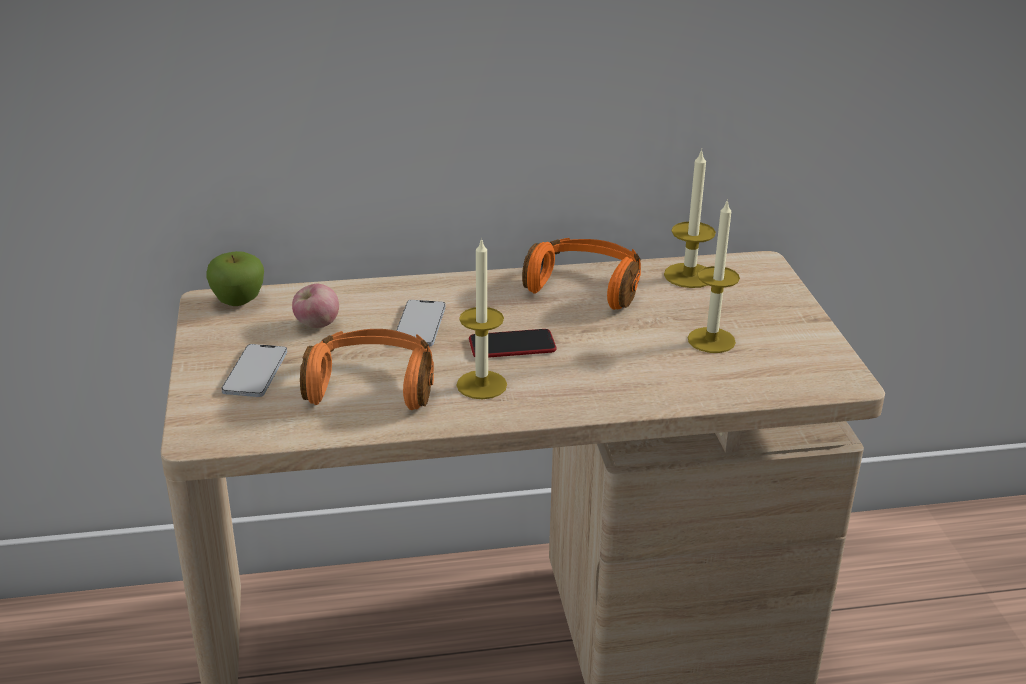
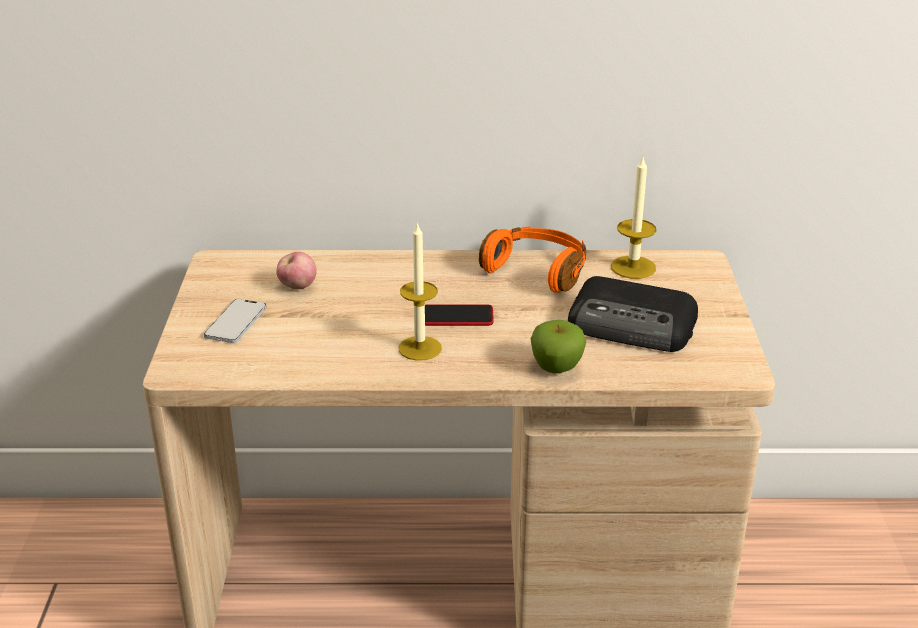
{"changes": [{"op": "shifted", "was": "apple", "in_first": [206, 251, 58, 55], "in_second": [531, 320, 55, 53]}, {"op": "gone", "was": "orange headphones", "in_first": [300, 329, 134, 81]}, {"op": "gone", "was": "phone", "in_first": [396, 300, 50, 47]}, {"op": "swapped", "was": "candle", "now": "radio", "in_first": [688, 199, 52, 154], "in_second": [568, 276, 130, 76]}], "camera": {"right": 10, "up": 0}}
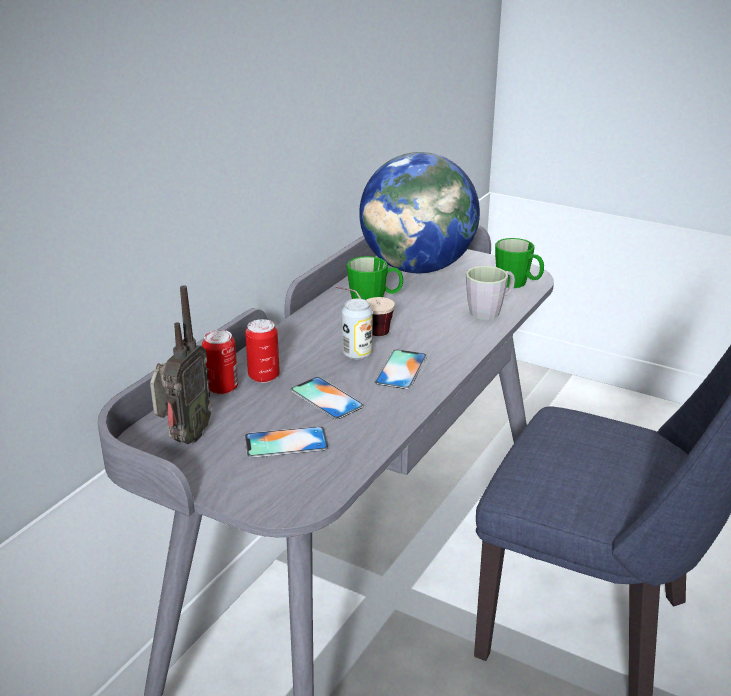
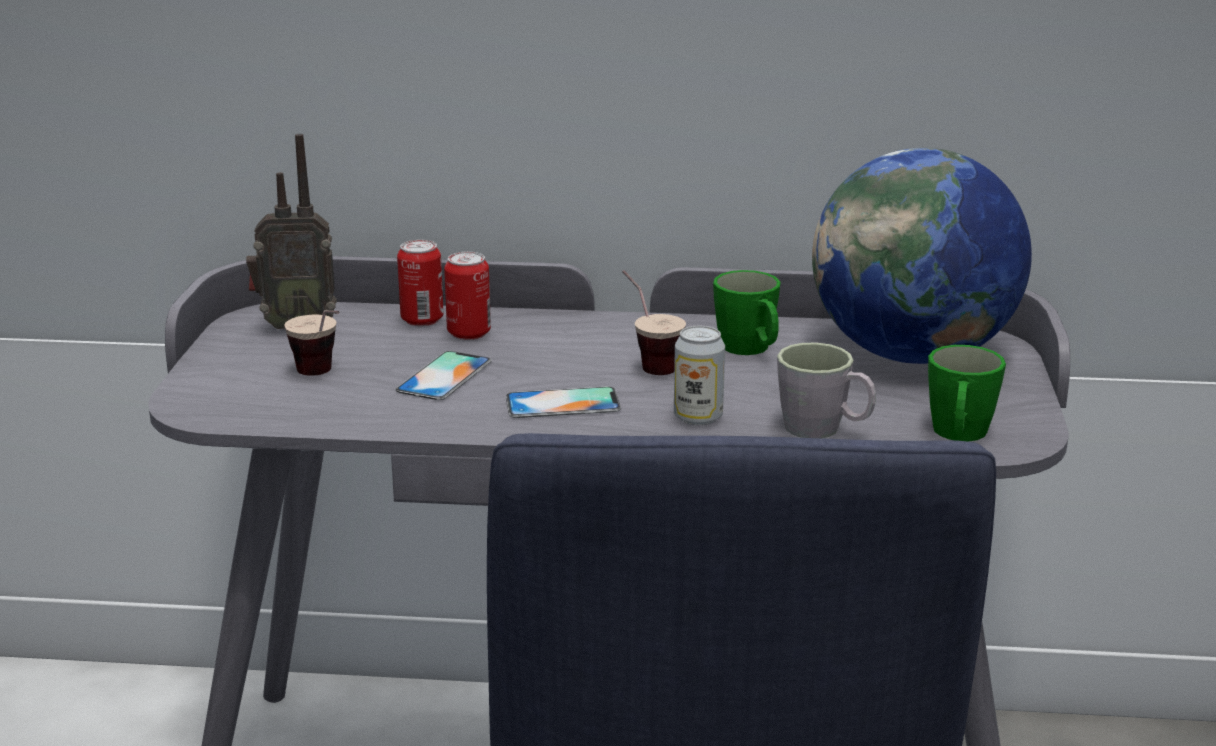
{"changes": [{"op": "swapped", "was": "phone", "now": "cup", "in_first": [244, 426, 85, 32], "in_second": [284, 310, 56, 66]}, {"op": "shifted", "was": "can", "in_first": [342, 299, 31, 60], "in_second": [674, 326, 51, 99]}], "camera": {"right": 65, "up": -5}}
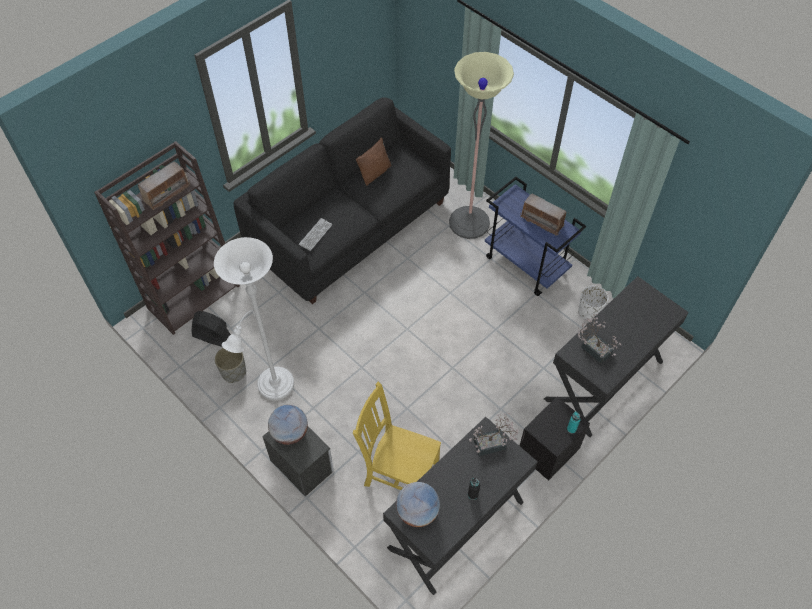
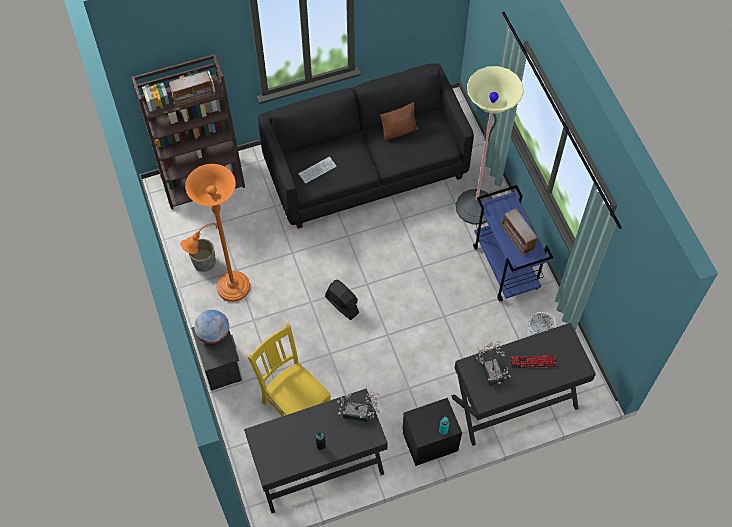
{"changes": [{"op": "shifted", "was": "black fan", "in_first": [192, 311, 39, 36], "in_second": [325, 280, 35, 40]}, {"op": "repainted", "was": "white floor lamp", "now": "orange floor lamp", "in_first": [214, 237, 80, 163], "in_second": [180, 164, 70, 138]}, {"op": "gone", "was": "globe", "in_first": [396, 482, 44, 45]}, {"op": "new", "now": "keyboard", "in_second": [510, 355, 47, 13]}], "camera": {"right": 25, "up": 5}}
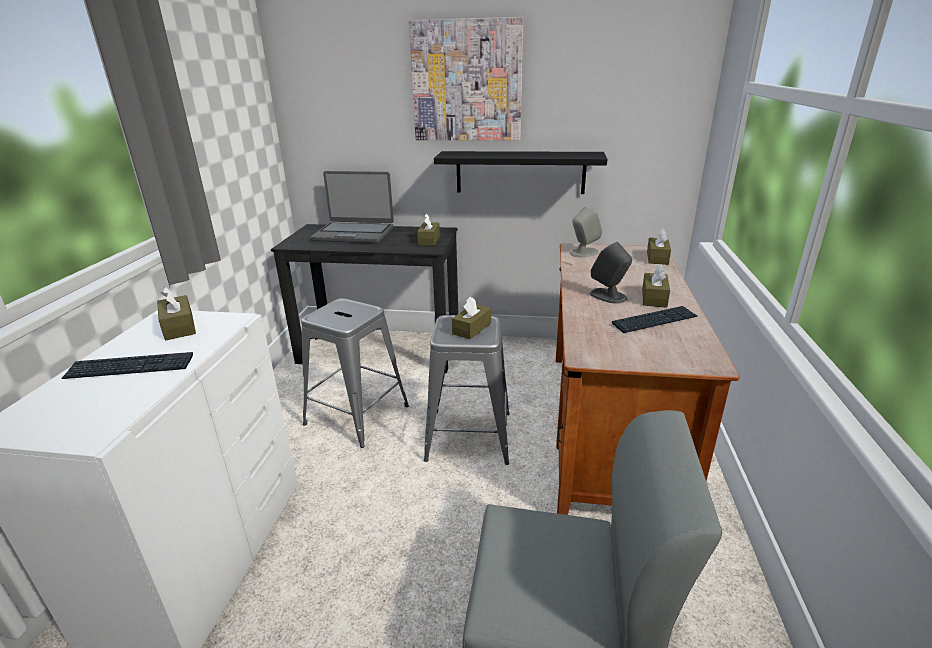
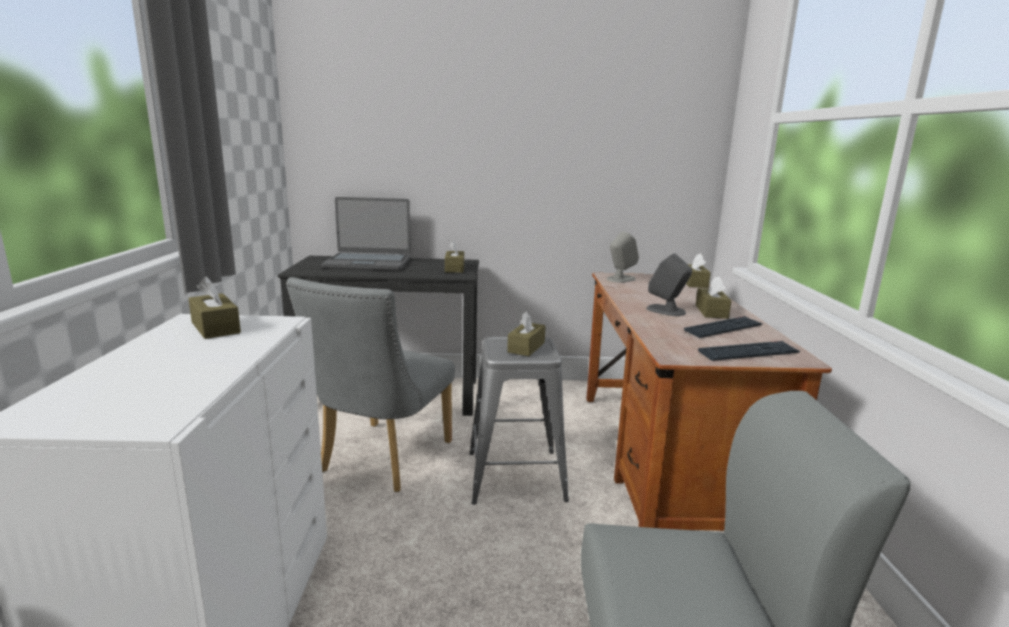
{"changes": [{"op": "shifted", "was": "keyboard", "in_first": [62, 352, 131, 27], "in_second": [698, 341, 102, 20]}, {"op": "swapped", "was": "grey stool", "now": "grey chair", "in_first": [301, 298, 108, 150], "in_second": [286, 277, 169, 215]}, {"op": "gone", "was": "picture", "in_first": [409, 17, 115, 123]}, {"op": "gone", "was": "black shelf", "in_first": [434, 151, 173, 43]}], "camera": {"right": -10, "up": -10}}
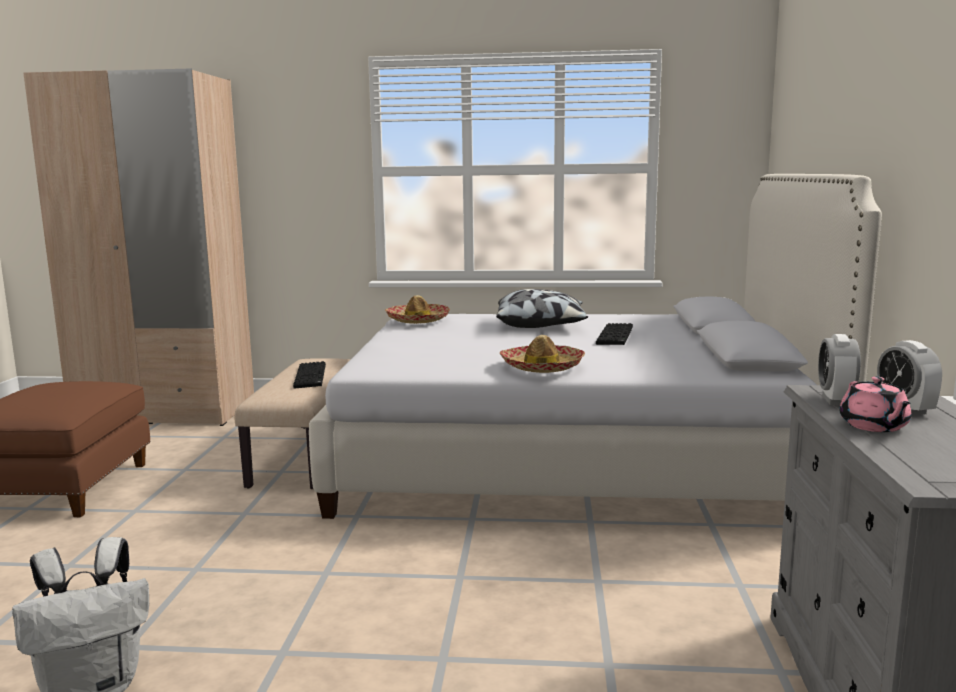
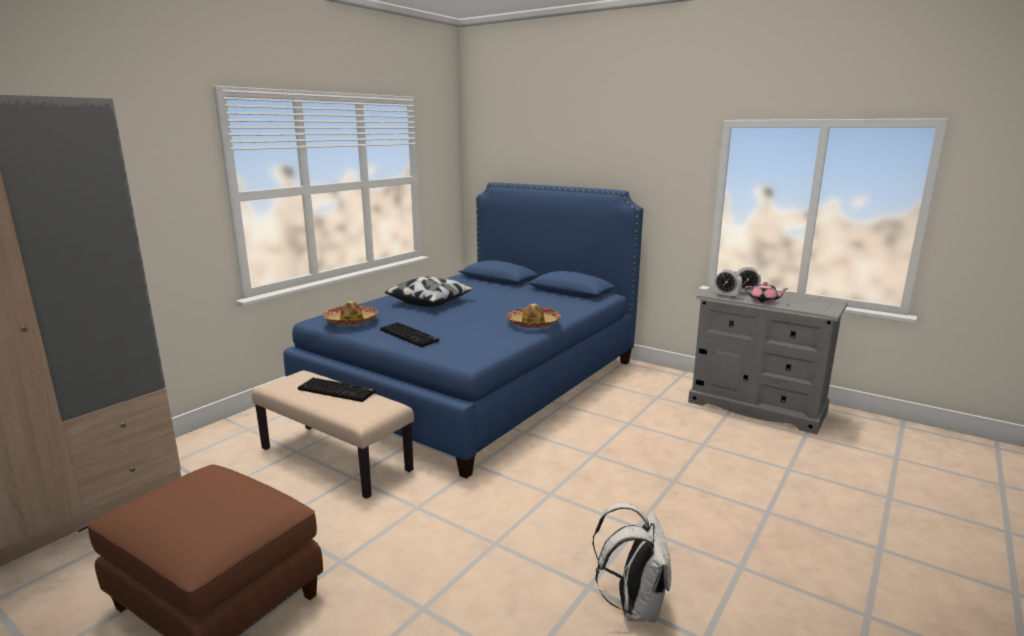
{"changes": [{"op": "repainted", "was": "white bed", "now": "blue bed", "in_first": [309, 174, 573, 345], "in_second": [284, 182, 359, 297]}, {"op": "shifted", "was": "keyboard", "in_first": [596, 323, 37, 22], "in_second": [380, 322, 59, 25]}], "camera": {"right": -60, "up": 5}}
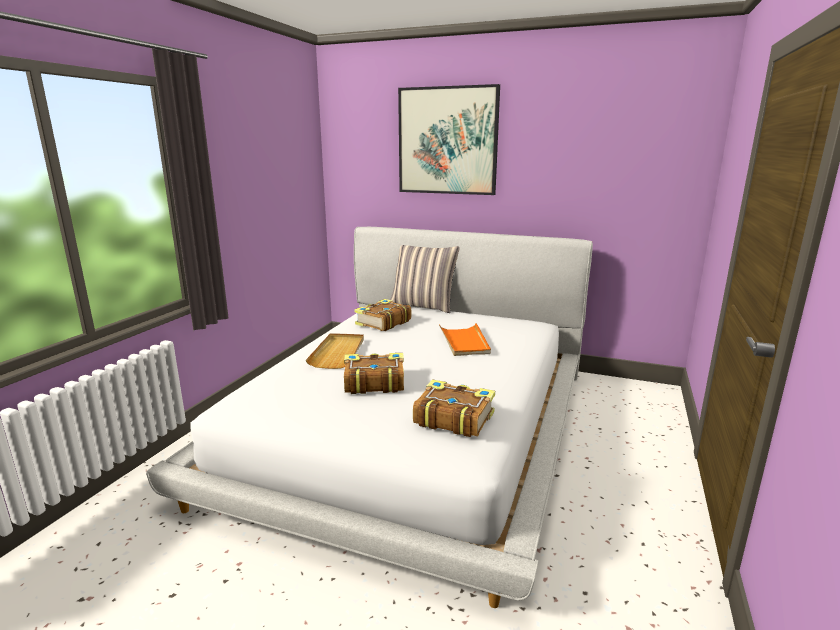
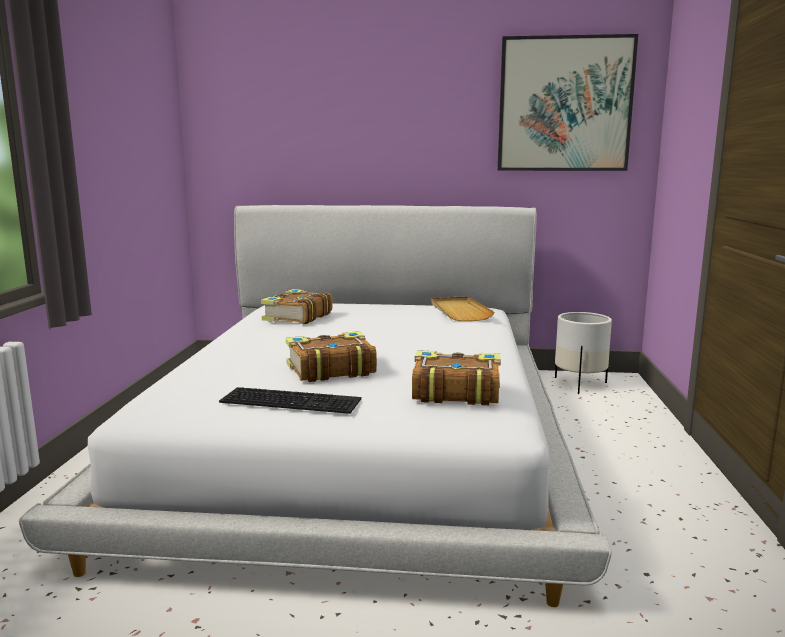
{"changes": [{"op": "shifted", "was": "beige tray", "in_first": [306, 333, 58, 36], "in_second": [432, 296, 63, 25]}, {"op": "gone", "was": "pillow", "in_first": [390, 245, 70, 68]}, {"op": "shifted", "was": "picture", "in_first": [398, 84, 102, 111], "in_second": [498, 34, 140, 137]}, {"op": "gone", "was": "orange tray", "in_first": [439, 323, 52, 33]}, {"op": "new", "now": "keyboard", "in_second": [219, 387, 143, 27]}, {"op": "new", "now": "white planter", "in_second": [555, 312, 57, 82]}], "camera": {"right": -15, "up": -5}}
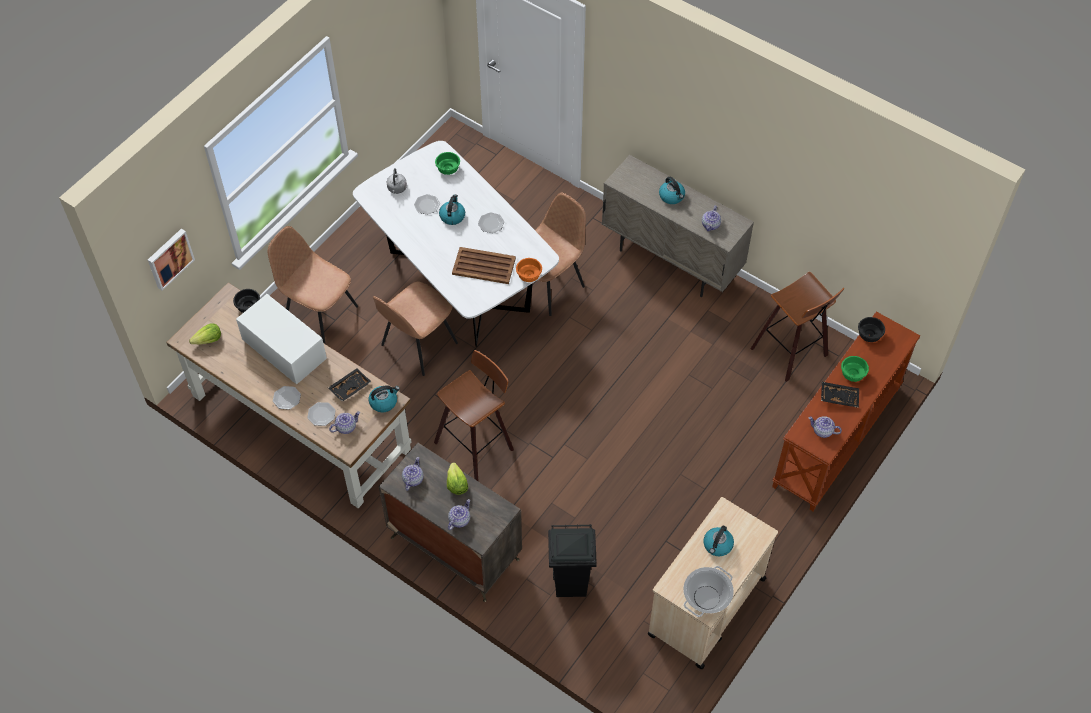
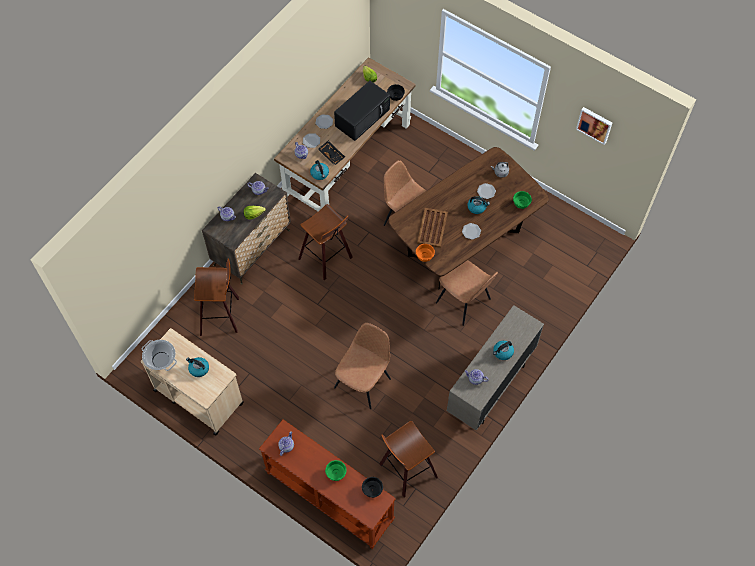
{"changes": [{"op": "shifted", "was": "picture", "in_first": [148, 229, 47, 62], "in_second": [576, 107, 36, 38]}, {"op": "repainted", "was": "white microwave", "now": "black microwave", "in_first": [236, 294, 91, 90], "in_second": [334, 81, 56, 60]}, {"op": "shifted", "was": "brown chair", "in_first": [268, 226, 90, 118], "in_second": [334, 323, 57, 86]}, {"op": "repainted", "was": "white dining table", "now": "brown dining table", "in_first": [353, 141, 206, 206], "in_second": [388, 147, 161, 141]}, {"op": "swapped", "was": "black trash can", "now": "stool", "in_first": [548, 525, 49, 72], "in_second": [194, 259, 45, 77]}, {"op": "gone", "was": "black tray", "in_first": [821, 382, 38, 26]}], "camera": {"right": 90, "up": 5}}
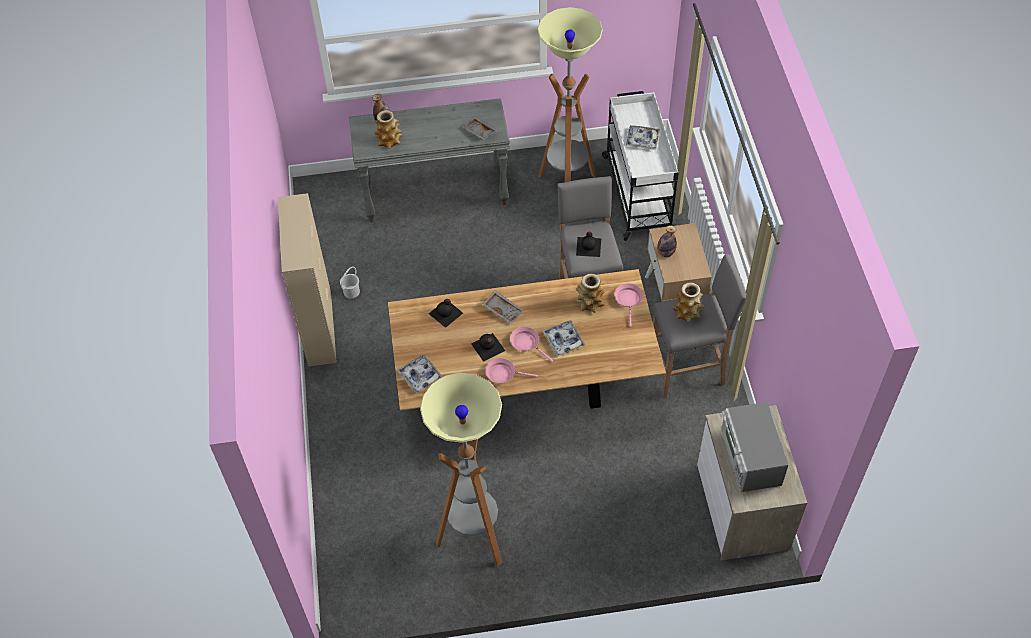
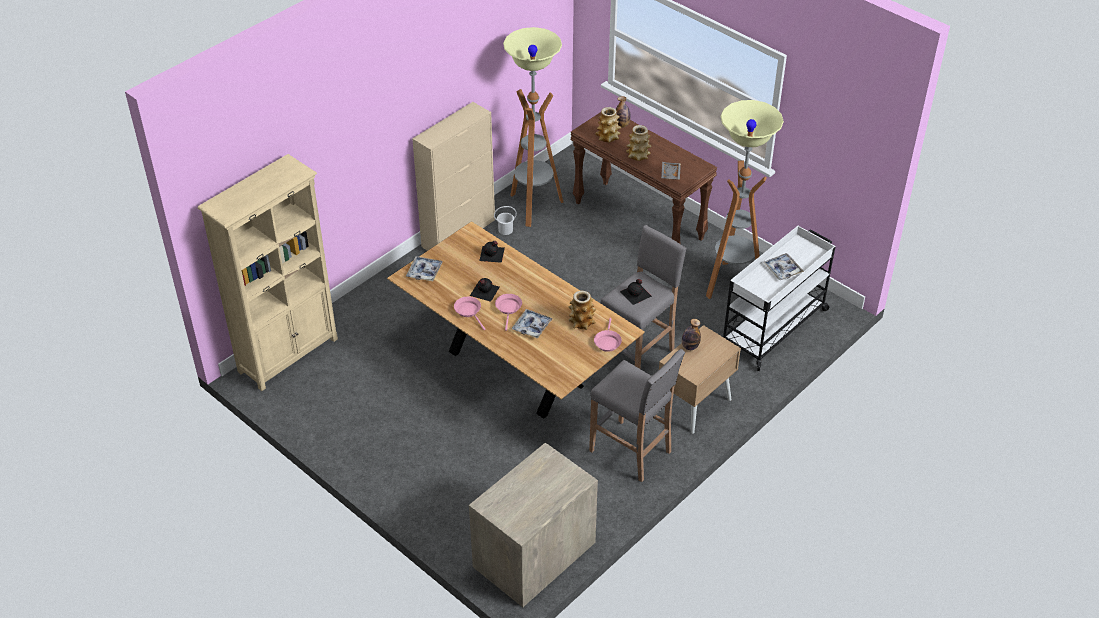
{"changes": [{"op": "repainted", "was": "grey console table", "now": "brown console table", "in_first": [349, 98, 161, 124], "in_second": [570, 112, 147, 132]}, {"op": "shifted", "was": "floor lamp", "in_first": [420, 373, 83, 194], "in_second": [503, 27, 60, 200]}, {"op": "gone", "was": "grey tray", "in_first": [482, 291, 41, 33]}, {"op": "rotated", "was": "pink frying pan", "in_first": [614, 283, 29, 44], "in_second": [594, 318, 28, 34], "clockwise": 135}, {"op": "shifted", "was": "vase", "in_first": [672, 283, 32, 40], "in_second": [626, 125, 26, 36]}, {"op": "gone", "was": "microwave", "in_first": [721, 402, 67, 90]}, {"op": "new", "now": "beige bookcase", "in_second": [197, 154, 141, 237]}], "camera": {"right": 50, "up": -10}}
